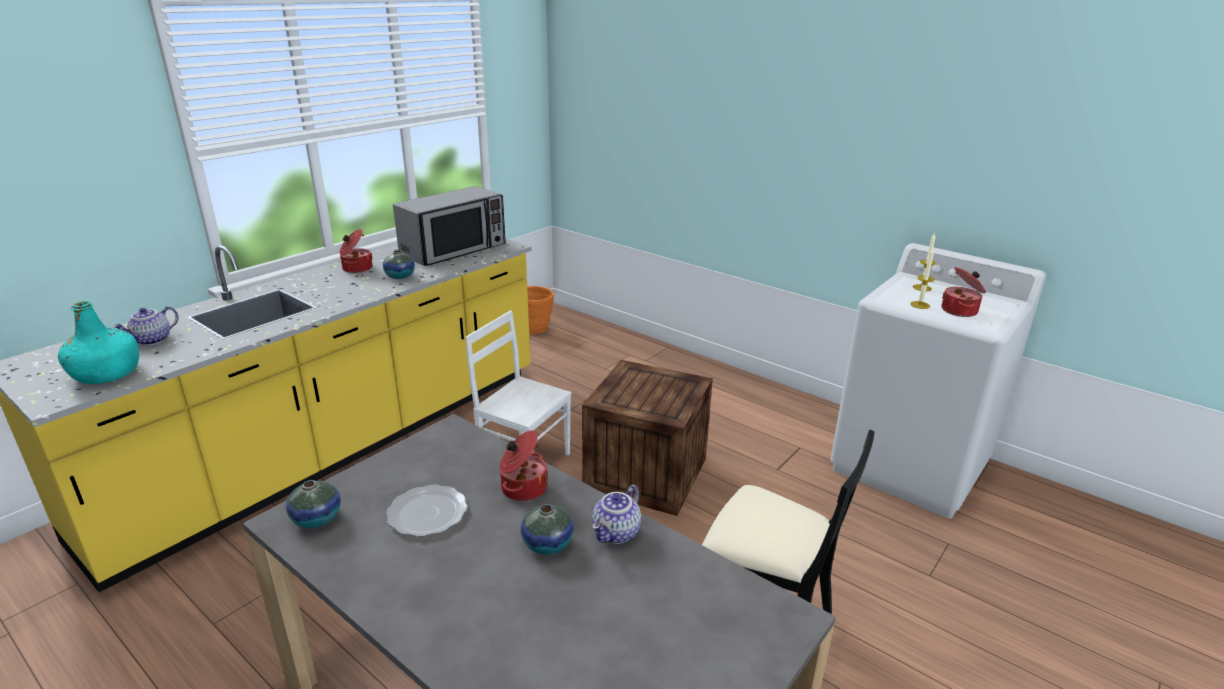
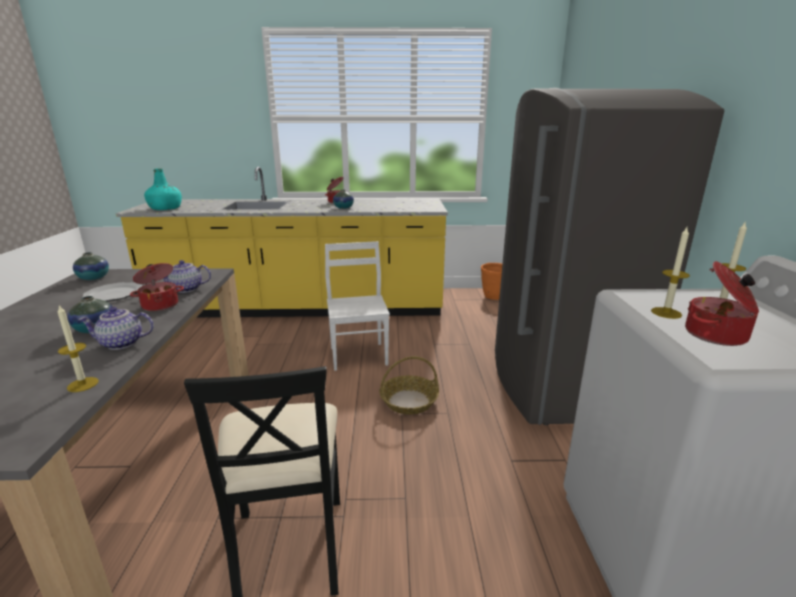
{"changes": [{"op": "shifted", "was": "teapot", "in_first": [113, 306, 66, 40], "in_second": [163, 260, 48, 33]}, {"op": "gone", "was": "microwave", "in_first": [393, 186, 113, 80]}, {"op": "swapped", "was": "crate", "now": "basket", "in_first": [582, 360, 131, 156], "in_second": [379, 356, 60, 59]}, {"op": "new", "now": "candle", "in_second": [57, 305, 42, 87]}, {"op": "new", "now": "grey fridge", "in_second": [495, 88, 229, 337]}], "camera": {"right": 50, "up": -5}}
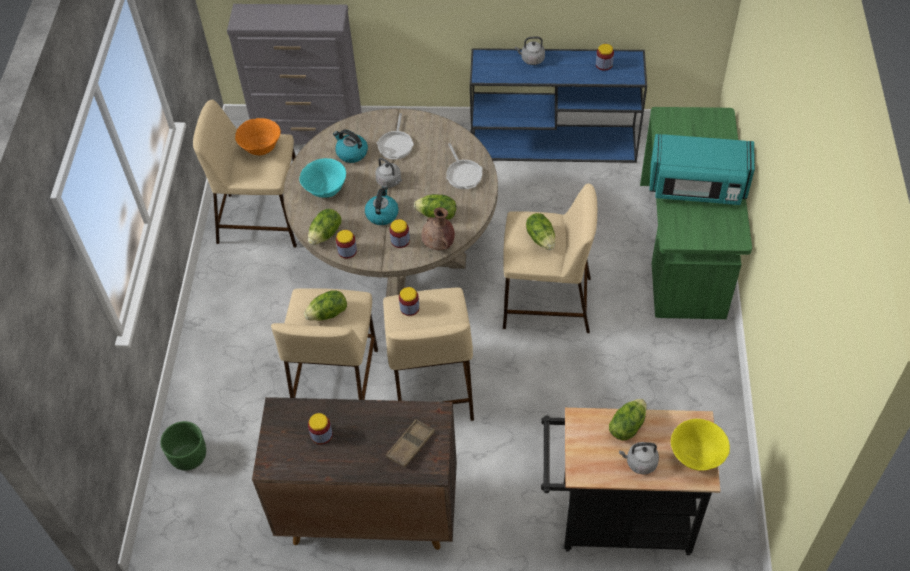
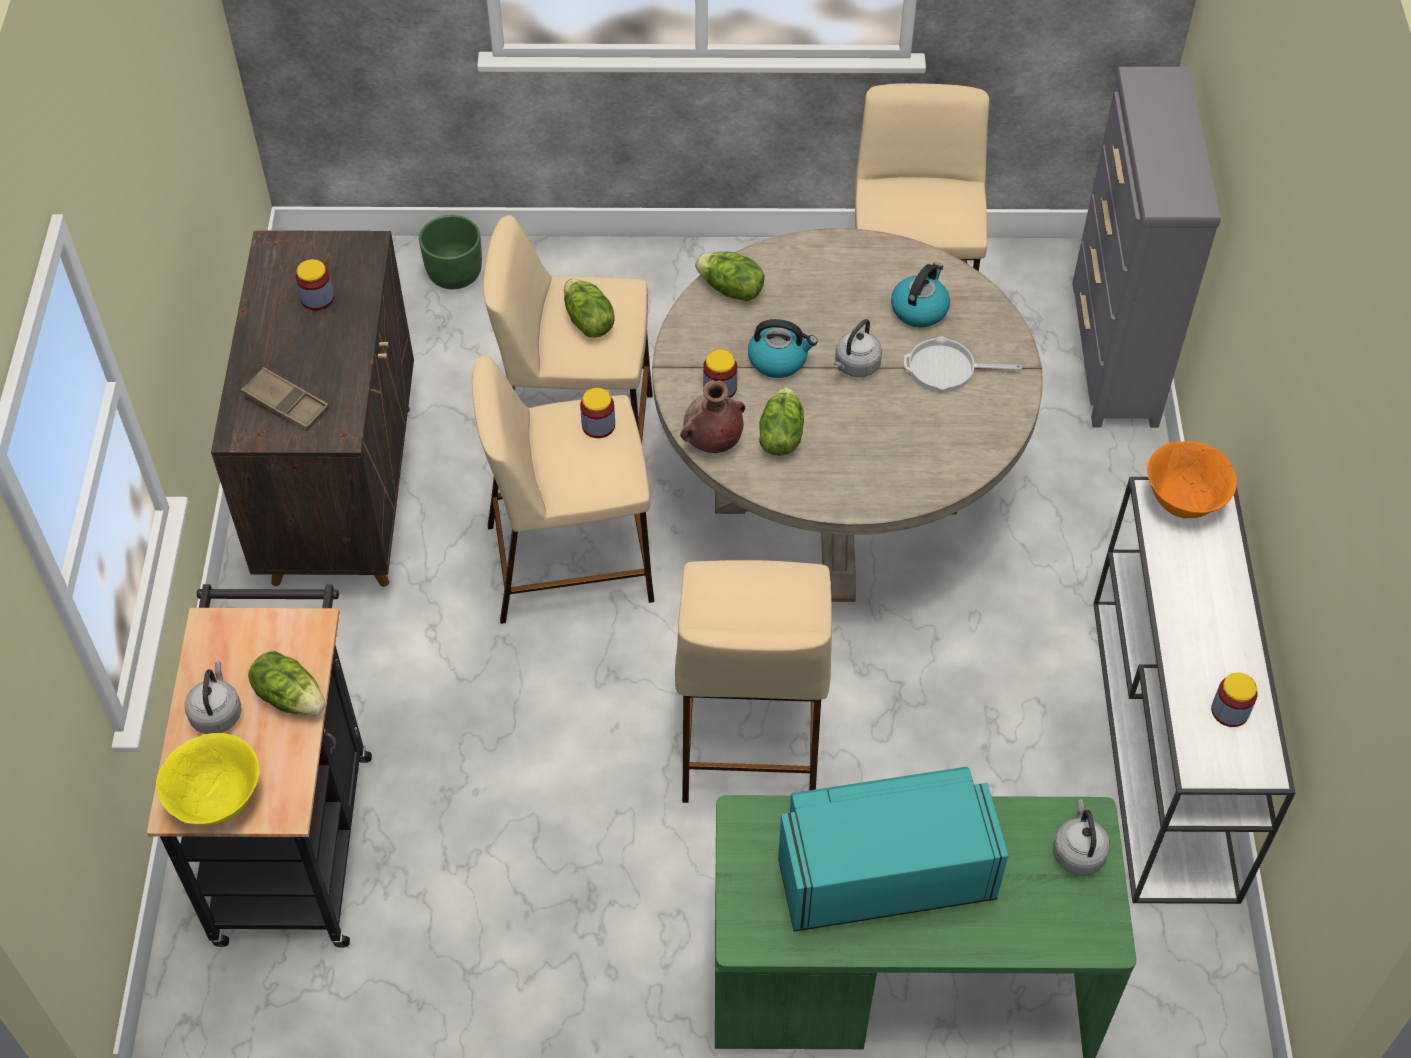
{"changes": [{"op": "shifted", "was": "orange bowl", "in_first": [235, 118, 46, 37], "in_second": [1147, 441, 90, 77]}, {"op": "gone", "was": "turquoise bowl", "in_first": [299, 158, 47, 40]}, {"op": "gone", "was": "jar", "in_first": [336, 230, 21, 29]}, {"op": "gone", "was": "frying pan", "in_first": [446, 143, 37, 46]}, {"op": "repainted", "was": "blue console table", "now": "white console table", "in_first": [470, 48, 177, 115], "in_second": [1094, 477, 202, 427]}, {"op": "shifted", "was": "grey kettle", "in_first": [515, 36, 30, 29], "in_second": [1053, 799, 57, 77]}, {"op": "gone", "was": "lettuce", "in_first": [526, 213, 29, 37]}, {"op": "rotated", "was": "turquoise microwave", "in_first": [650, 134, 105, 71], "in_second": [778, 767, 230, 165], "clockwise": 75}], "camera": {"right": 85, "up": 0}}
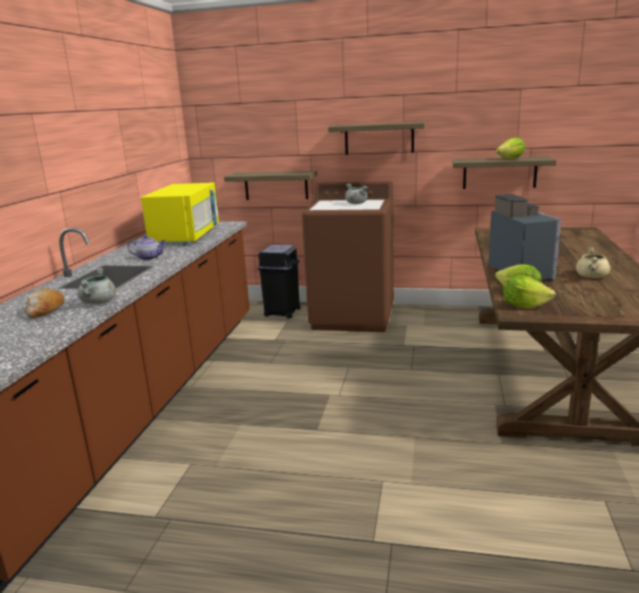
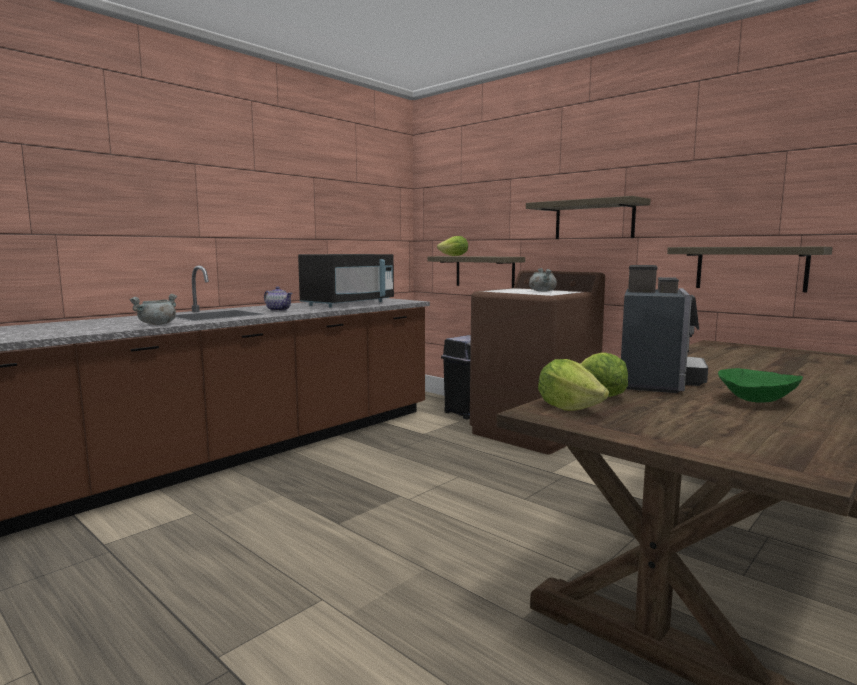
{"changes": [{"op": "gone", "was": "bread", "in_first": [23, 289, 41, 29]}, {"op": "repainted", "was": "yellow microwave", "now": "black microwave", "in_first": [141, 182, 78, 63], "in_second": [298, 254, 96, 53]}, {"op": "shifted", "was": "lettuce", "in_first": [496, 137, 29, 22], "in_second": [437, 236, 31, 20]}, {"op": "swapped", "was": "beige cooking pot", "now": "green bowl", "in_first": [576, 247, 35, 31], "in_second": [718, 368, 85, 35]}], "camera": {"right": 30, "up": -10}}
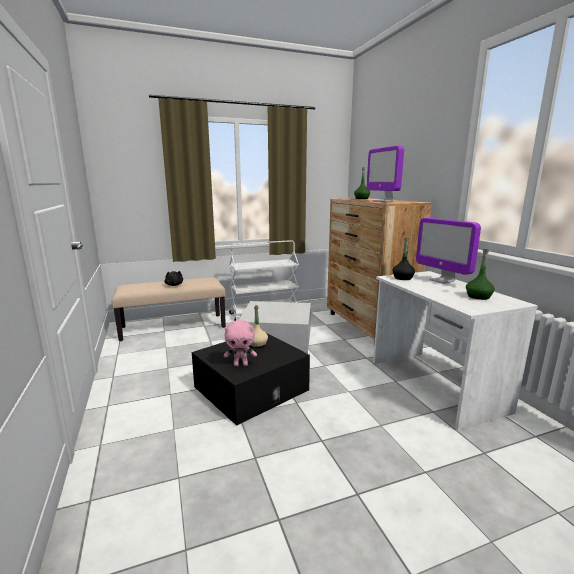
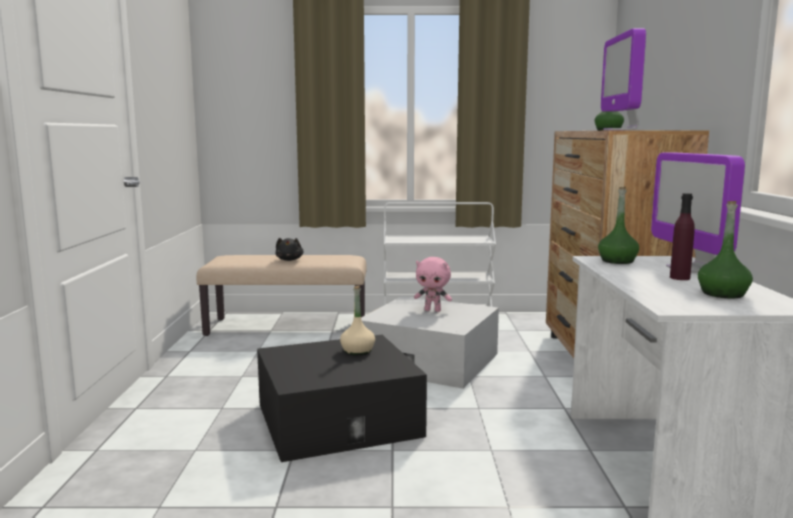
{"changes": [{"op": "shifted", "was": "pink plush toy", "in_first": [224, 320, 33, 46], "in_second": [414, 257, 38, 55]}, {"op": "repainted", "was": "black bottle", "now": "green bottle", "in_first": [393, 238, 22, 42], "in_second": [598, 187, 41, 77]}, {"op": "new", "now": "purple bottle", "in_second": [670, 193, 25, 87]}], "camera": {"right": 20, "up": -5}}
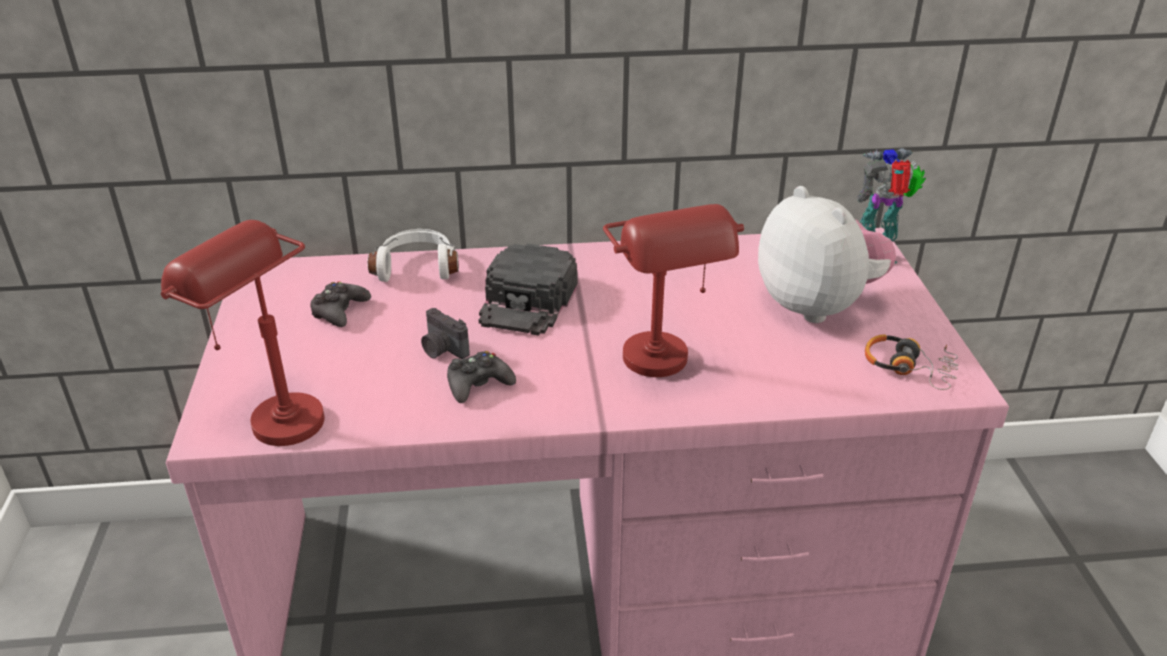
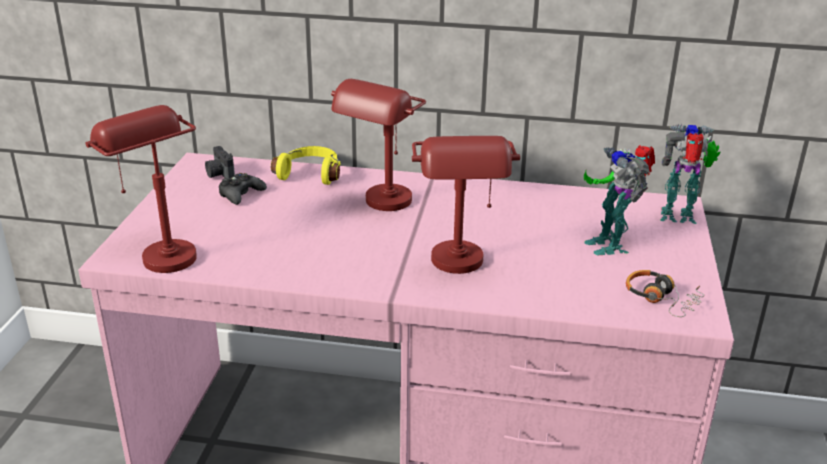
{"changes": [{"op": "repainted", "was": "white headphones", "now": "yellow headphones", "in_first": [367, 229, 92, 53], "in_second": [271, 146, 70, 39]}, {"op": "shifted", "was": "photo camera", "in_first": [421, 308, 49, 51], "in_second": [205, 146, 30, 33]}, {"op": "gone", "was": "black game controller", "in_first": [447, 351, 69, 52]}, {"op": "swapped", "was": "black cap", "now": "red table lamp", "in_first": [479, 244, 98, 92], "in_second": [331, 79, 95, 132]}, {"op": "swapped", "was": "plush toy", "now": "toy robot", "in_first": [758, 186, 138, 137], "in_second": [584, 145, 71, 110]}], "camera": {"right": 15, "up": -5}}
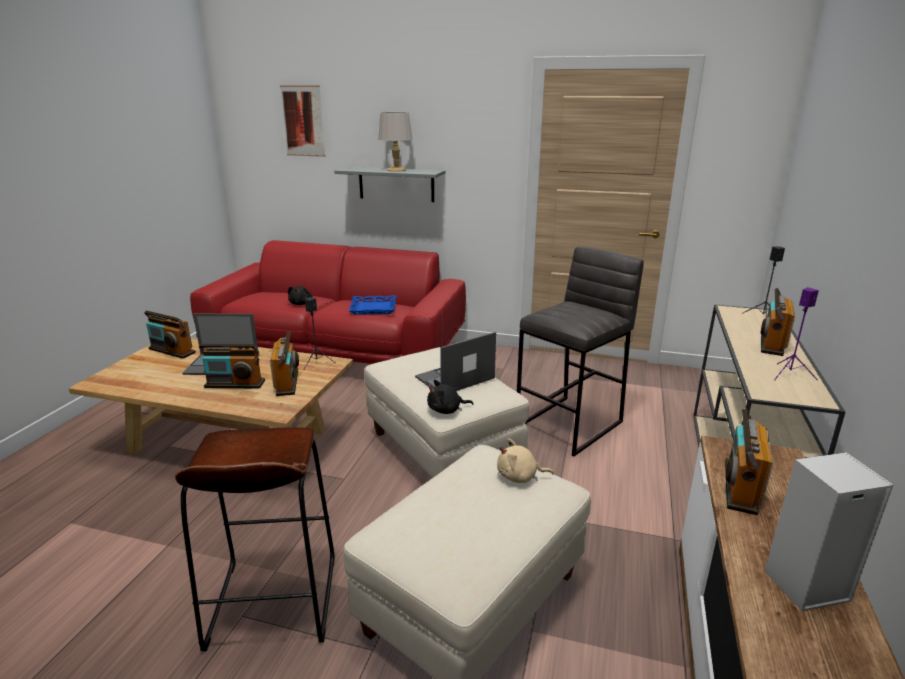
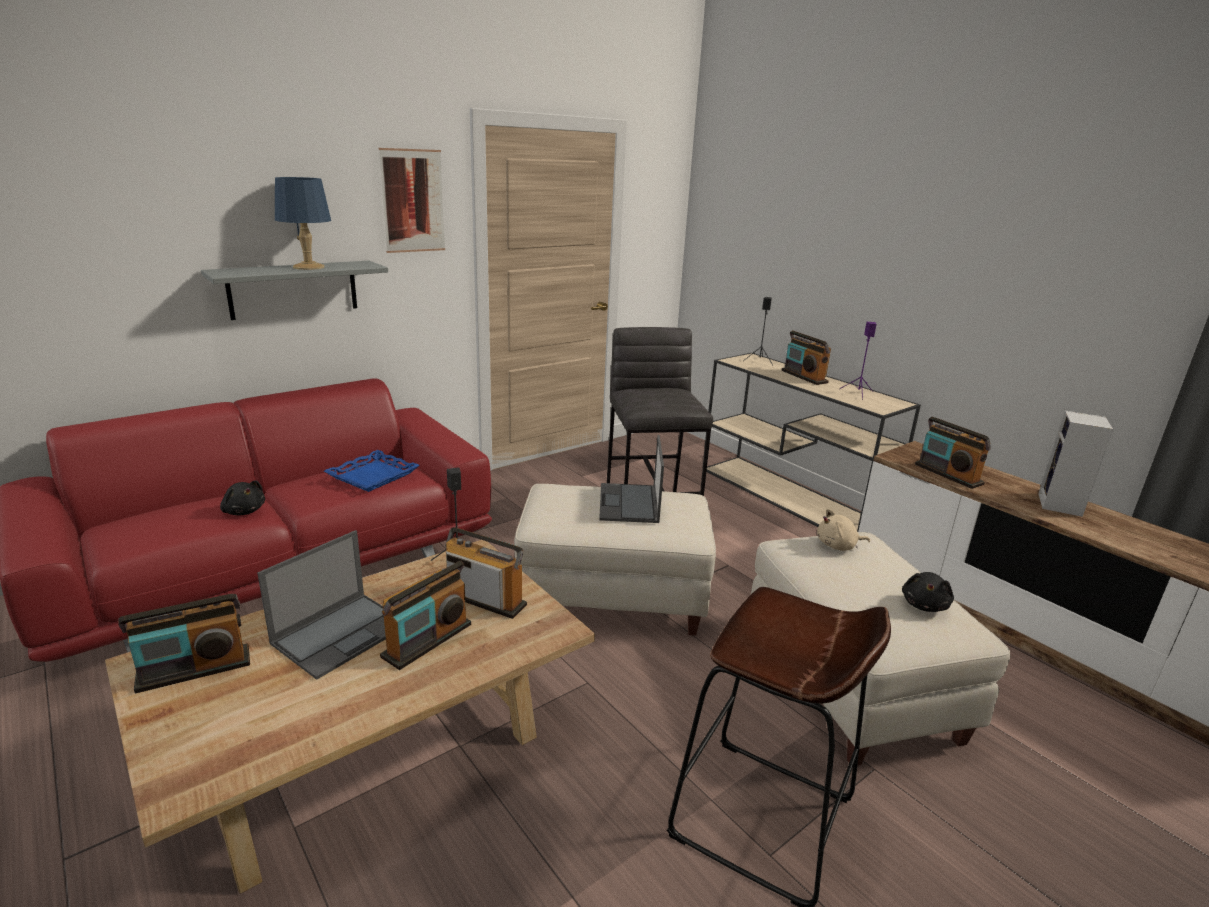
{"changes": [{"op": "shifted", "was": "picture", "in_first": [280, 86, 46, 71], "in_second": [379, 148, 66, 105]}, {"op": "repainted", "was": "grey table lamp", "now": "blue table lamp", "in_first": [378, 112, 35, 60], "in_second": [275, 177, 56, 93]}, {"op": "shifted", "was": "black plush toy", "in_first": [427, 380, 47, 34], "in_second": [902, 572, 52, 40]}, {"op": "rotated", "was": "beige plush toy", "in_first": [497, 438, 57, 45], "in_second": [817, 509, 53, 42], "clockwise": 45}], "camera": {"right": -55, "up": 0}}
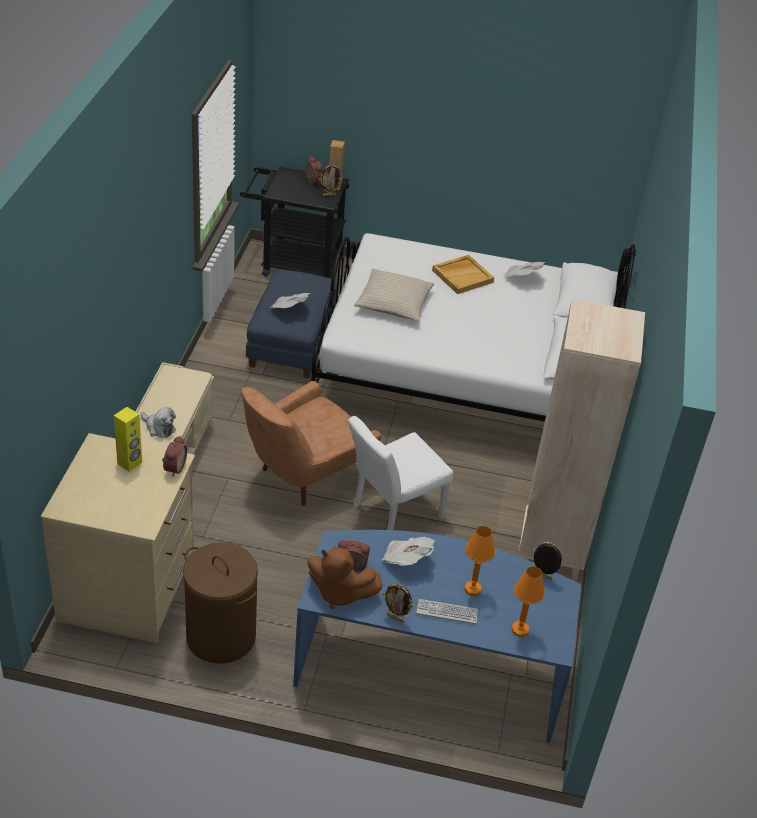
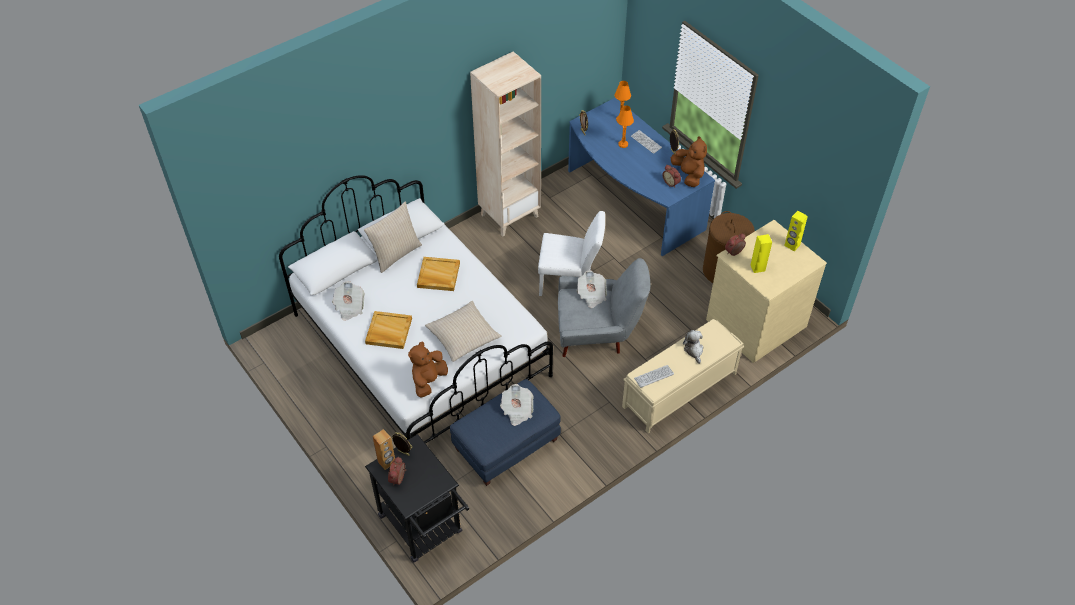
{"changes": [{"op": "repainted", "was": "brown armchair", "now": "grey armchair", "in_first": [242, 381, 140, 125], "in_second": [558, 258, 92, 99]}, {"op": "shifted", "was": "newspaper", "in_first": [382, 536, 53, 30], "in_second": [576, 270, 31, 38]}, {"op": "new", "now": "beige pillow", "in_second": [364, 202, 58, 71]}, {"op": "new", "now": "brown plush toy", "in_second": [408, 342, 40, 56]}, {"op": "new", "now": "beige tray", "in_second": [417, 257, 43, 34]}, {"op": "new", "now": "keyboard", "in_second": [634, 365, 40, 23]}, {"op": "new", "now": "yellow speaker", "in_second": [784, 211, 24, 40]}], "camera": {"right": -135, "up": 10}}
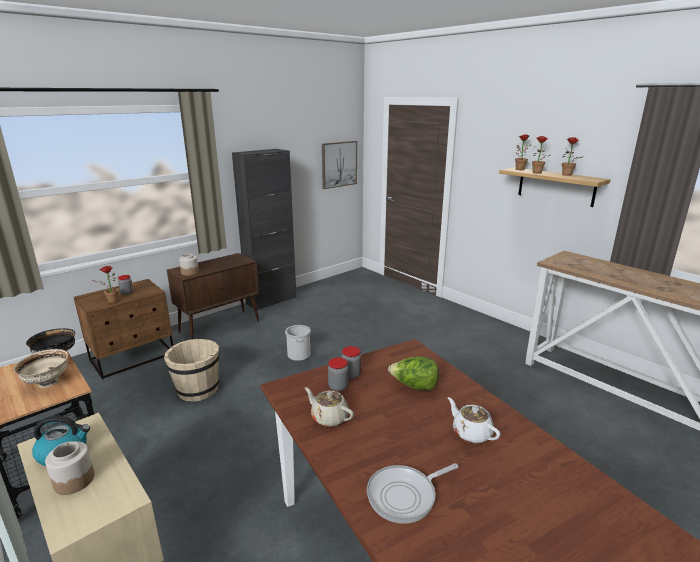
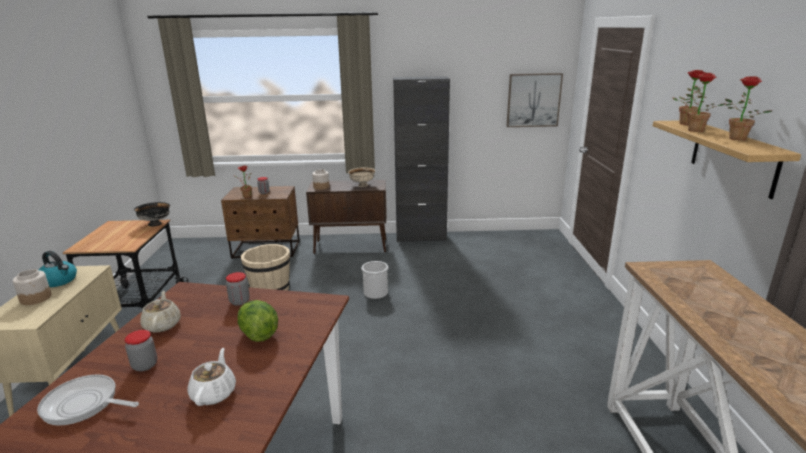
{"changes": [{"op": "shifted", "was": "beige bowl", "in_first": [14, 349, 54, 39], "in_second": [348, 167, 27, 20]}, {"op": "shifted", "was": "jar", "in_first": [328, 357, 20, 35], "in_second": [124, 330, 33, 41]}], "camera": {"right": 40, "up": 0}}
